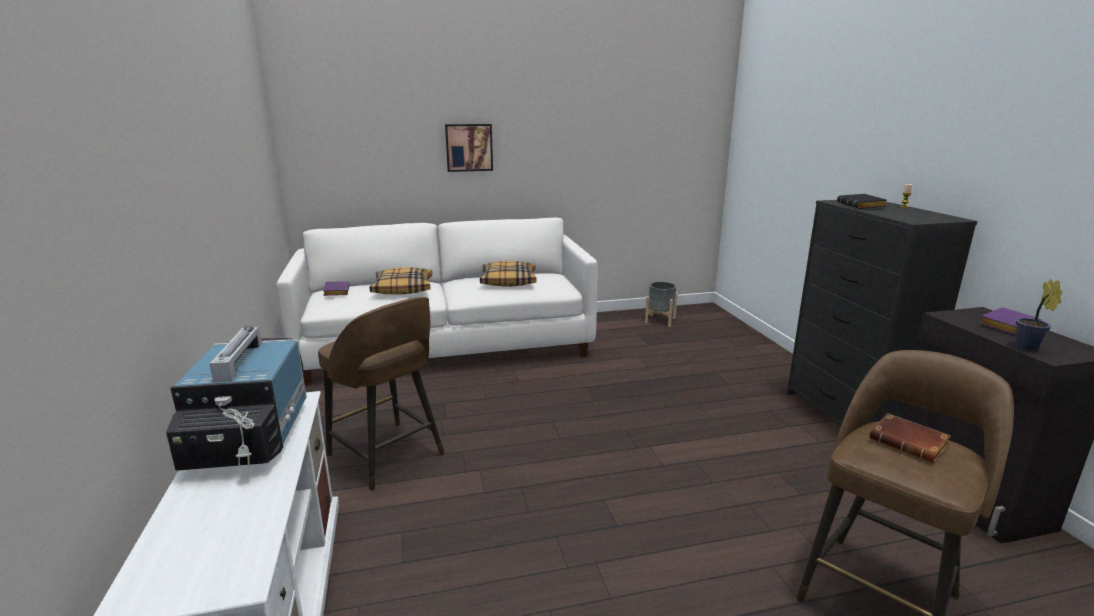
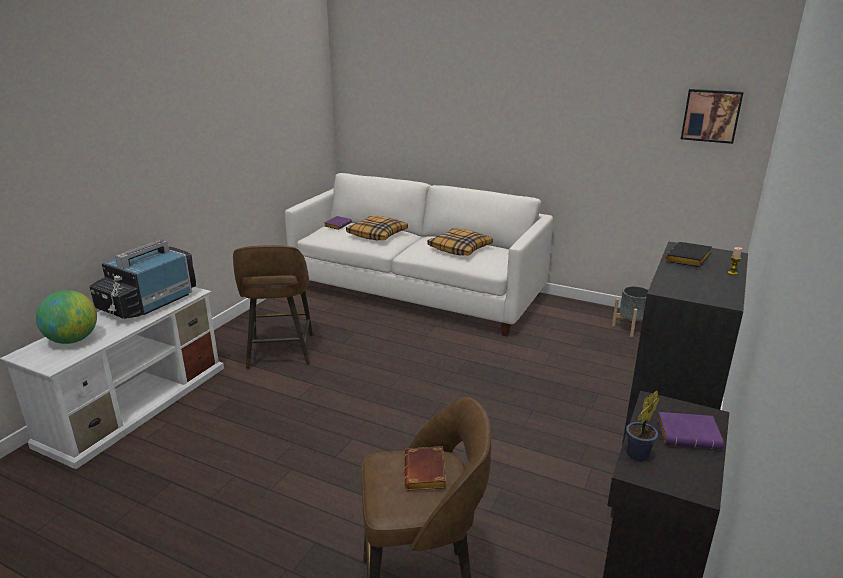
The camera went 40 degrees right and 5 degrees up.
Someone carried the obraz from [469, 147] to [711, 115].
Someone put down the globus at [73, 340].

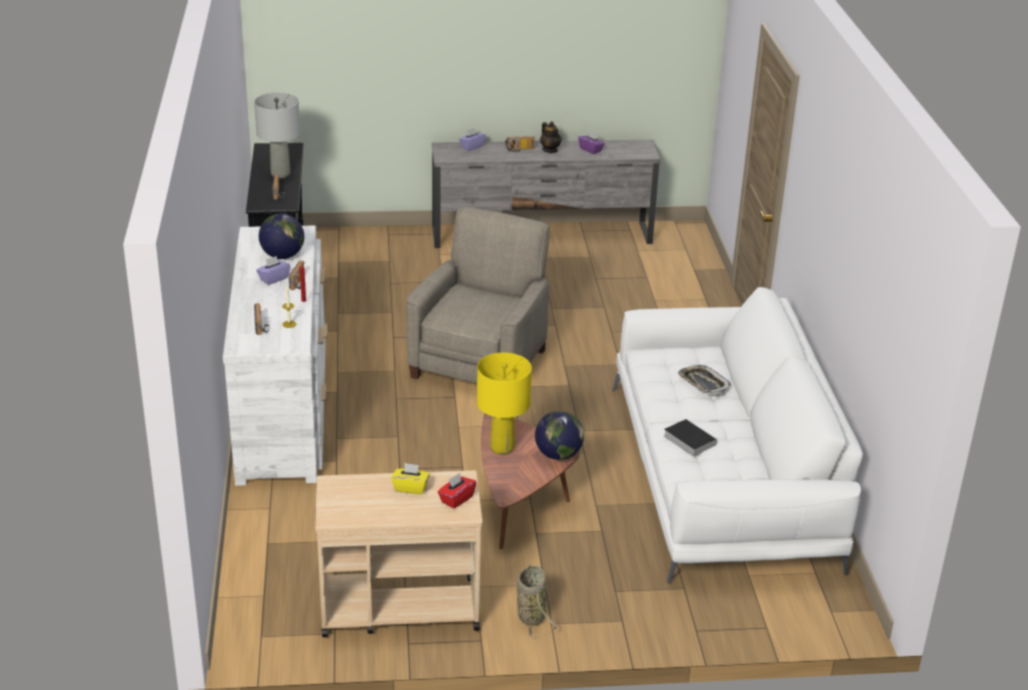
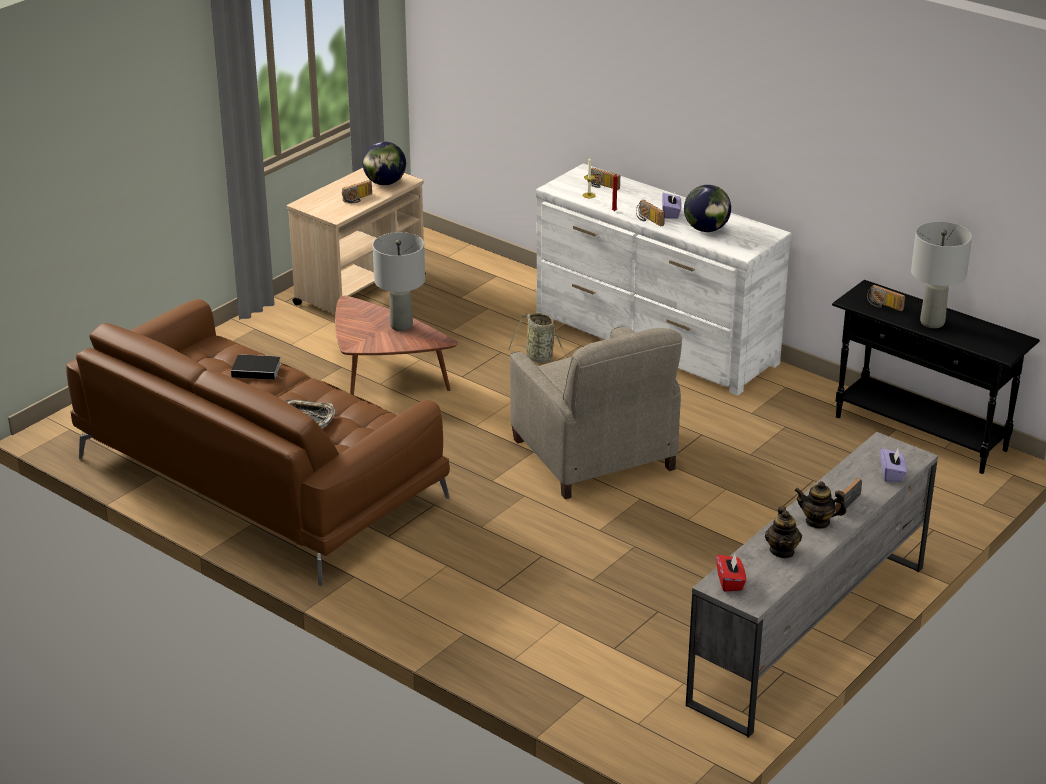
The camera went 135 degrees right and 0 degrees up.
Someone swapped the pudełko chusteczek [żółty] at [410, 488] for the radio at [358, 199].
Someone carried the pudełko chusteczek [czerwony] from [456, 499] to [730, 582].
Someone repainted the lampa stołowa [żółty] at [501, 448], which became the lampa stołowa [szary] at [401, 325].
Someone carried the koszyk from [531, 615] to [541, 358].
Someone carried the globus from [558, 455] to [385, 183].
Someone swapped the pudełko chusteczek [fioletowy] at [591, 150] for the imbryk at [782, 551].
Someone repainted the kanapa [biały] at [721, 477], which became the kanapa [brązowy] at [258, 477].

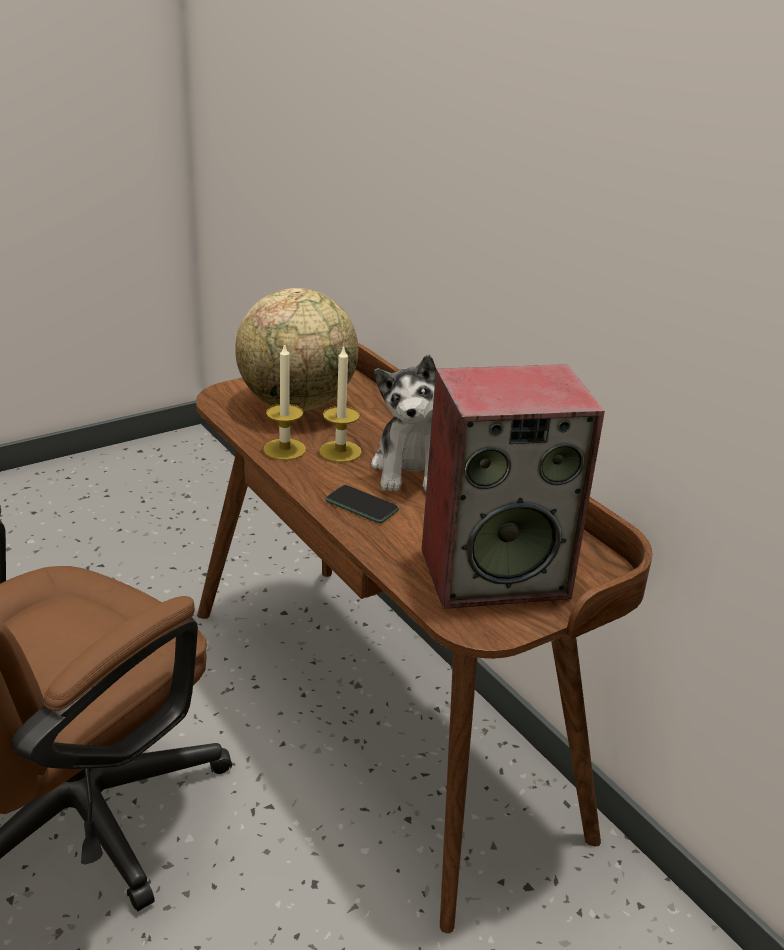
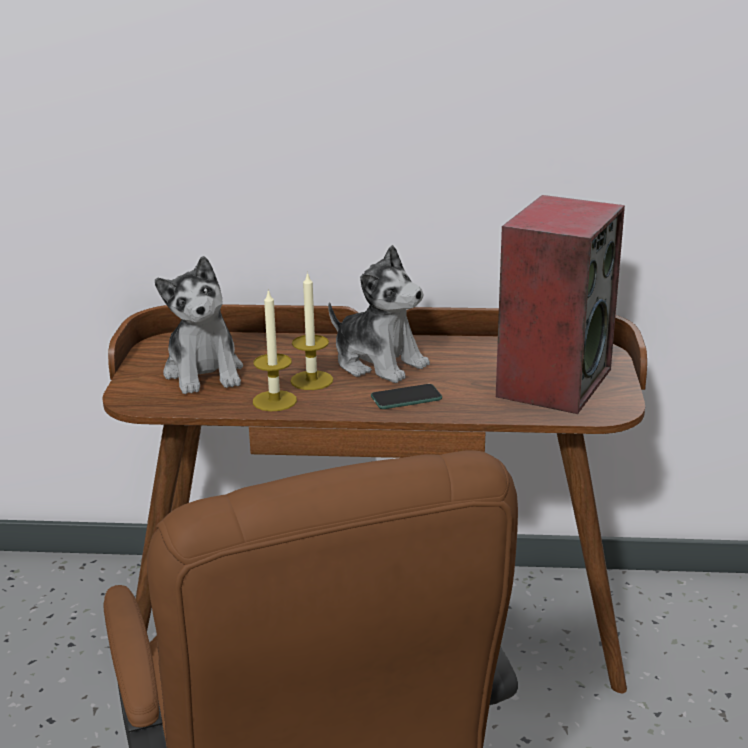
The camera went 50 degrees left and 5 degrees down.
Someone swapped the globus at [297, 404] for the pluszak at [204, 372].

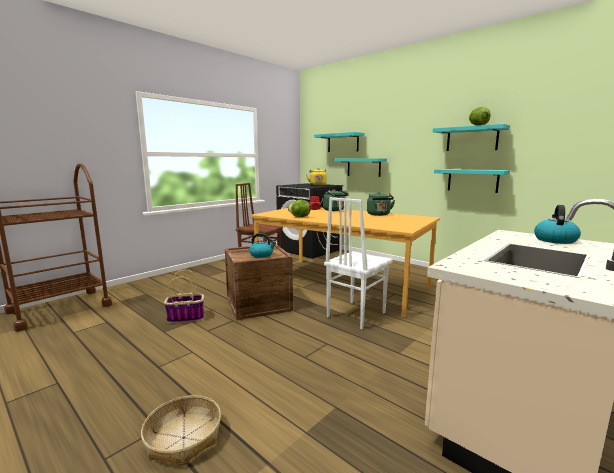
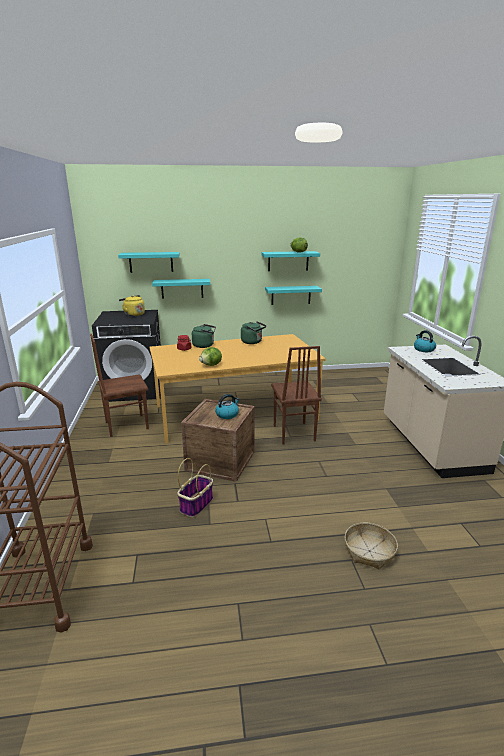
The camera went 50 degrees left and 10 degrees up.
Someone repainted the krzesło [biały] at [355, 314], which became the krzesło [brązowy] at [293, 433].

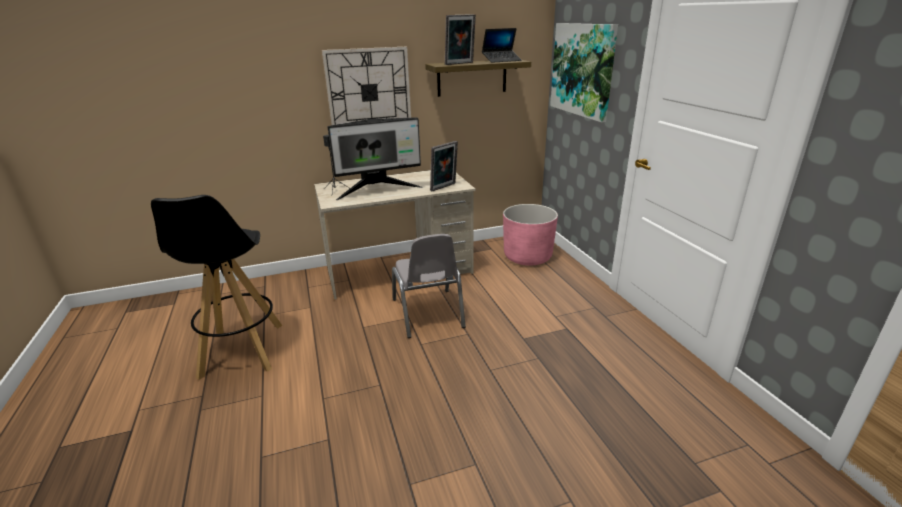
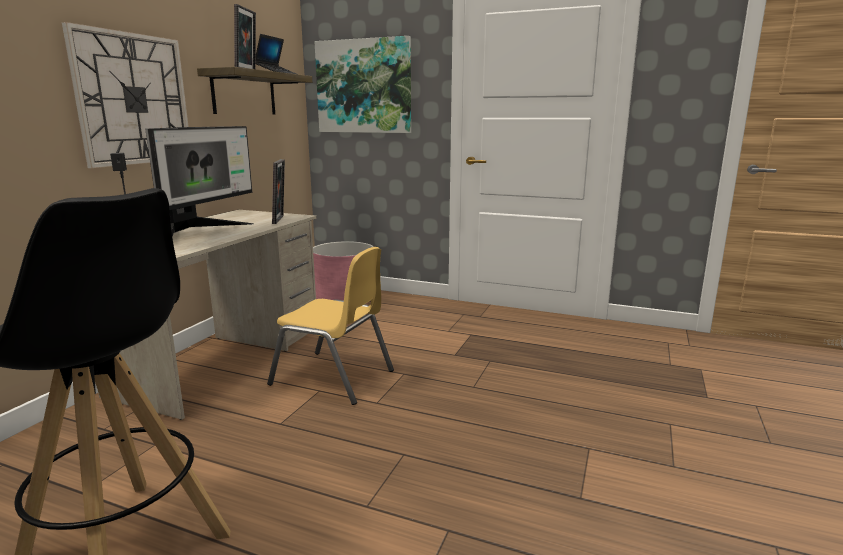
The camera went 50 degrees left and 10 degrees down.
Someone repainted the krzesło [szary] at [428, 313], which became the krzesło [żółty] at [333, 377].

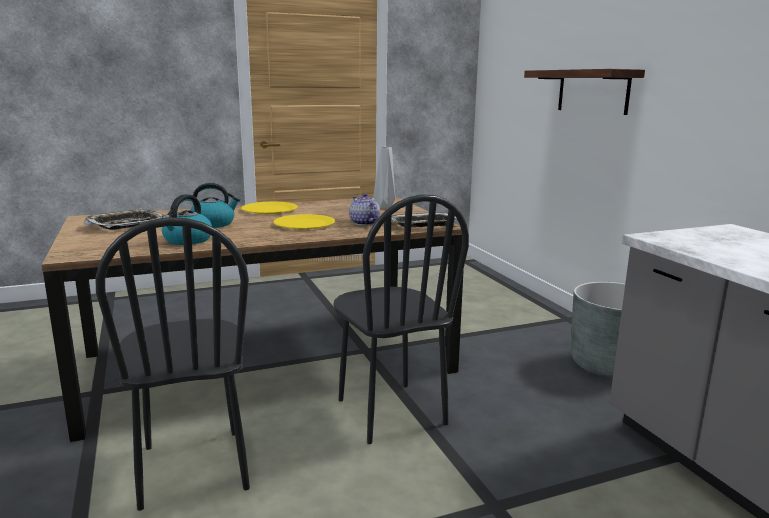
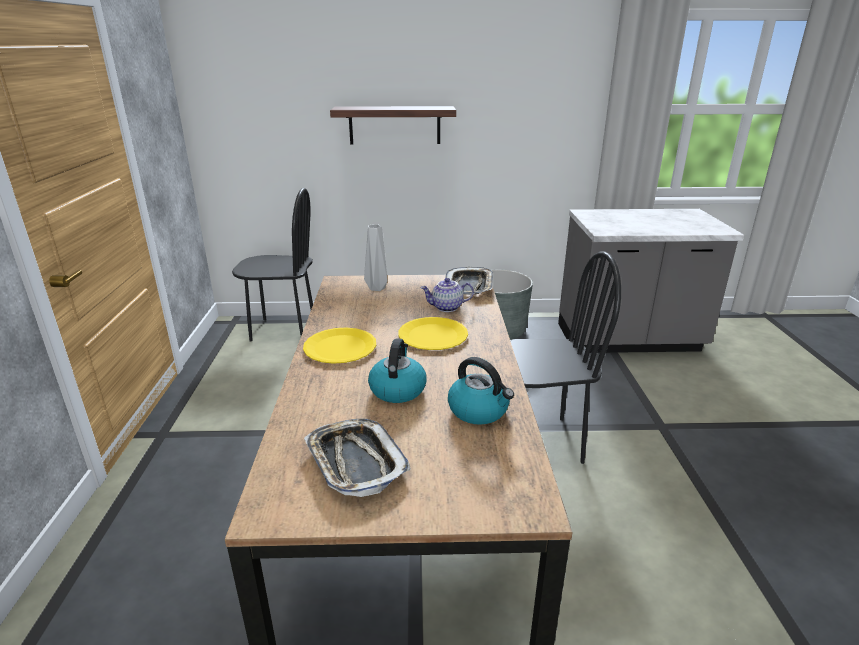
The camera went 70 degrees left and 10 degrees up.
Someone carried the krzesło [czarny] from [193, 467] to [283, 330].

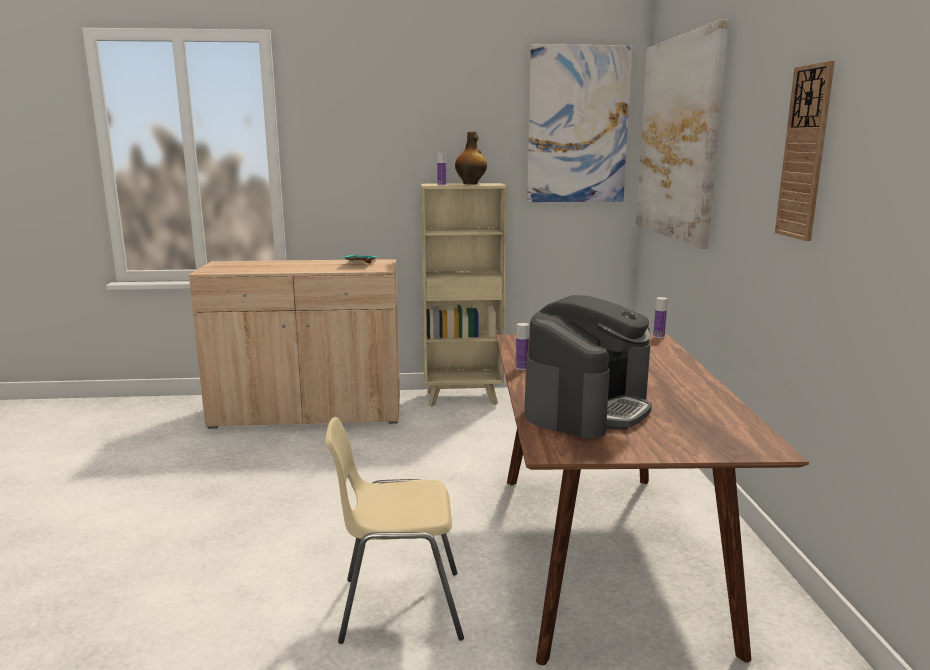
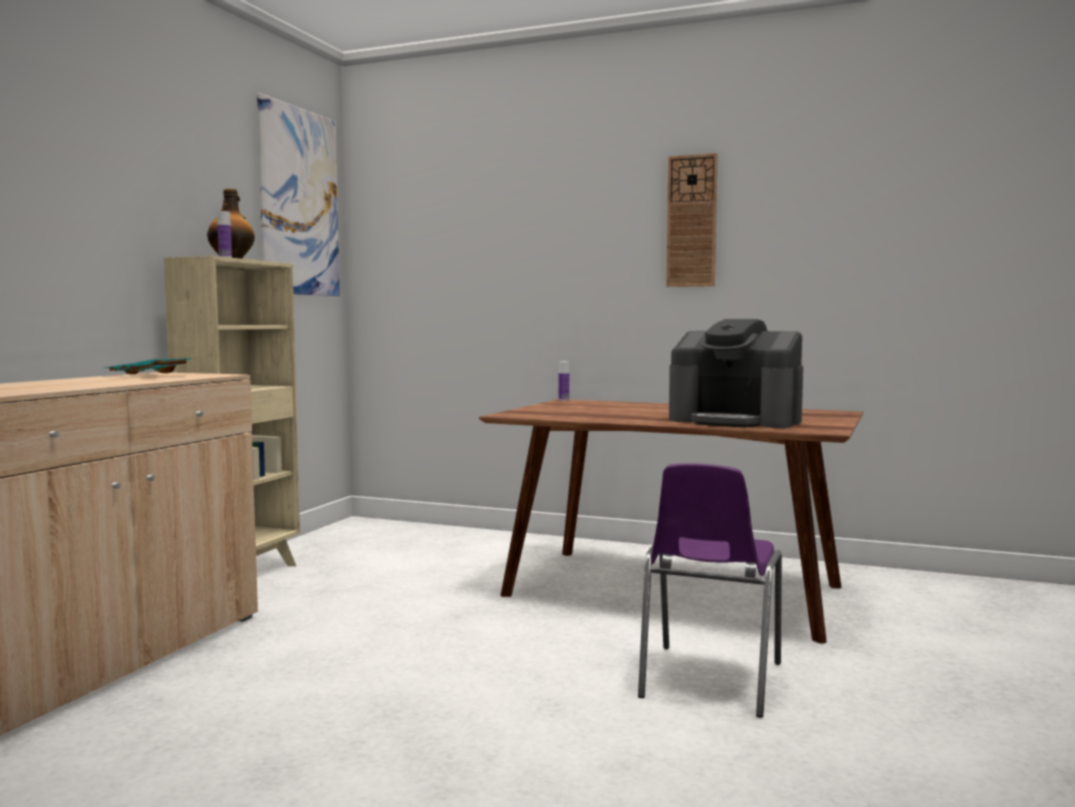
The camera went 65 degrees left and 10 degrees down.
Someone repainted the krzesło [beżowy] at [398, 606], which became the krzesło [fioletowy] at [708, 681].
Someone took away the butelka at [521, 368].
Someone rotated the ekspres do kawy at [587, 408] by 150 degrees clockwise.
Someone took away the obraz at [678, 139].

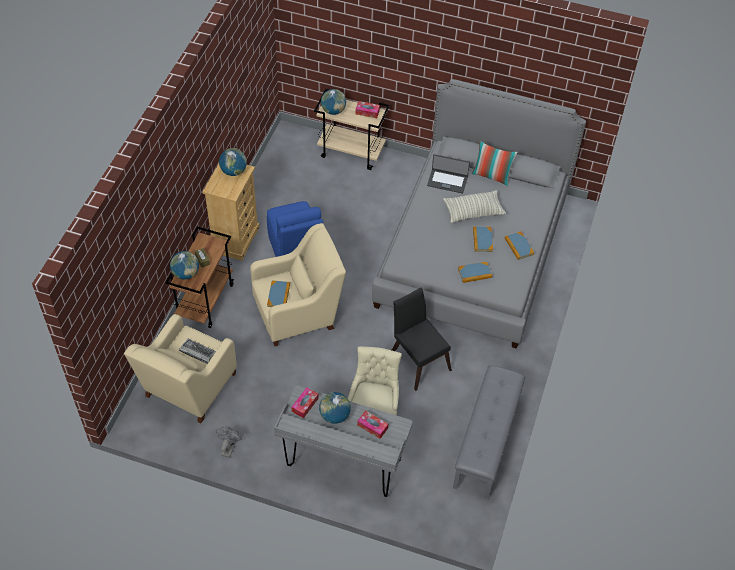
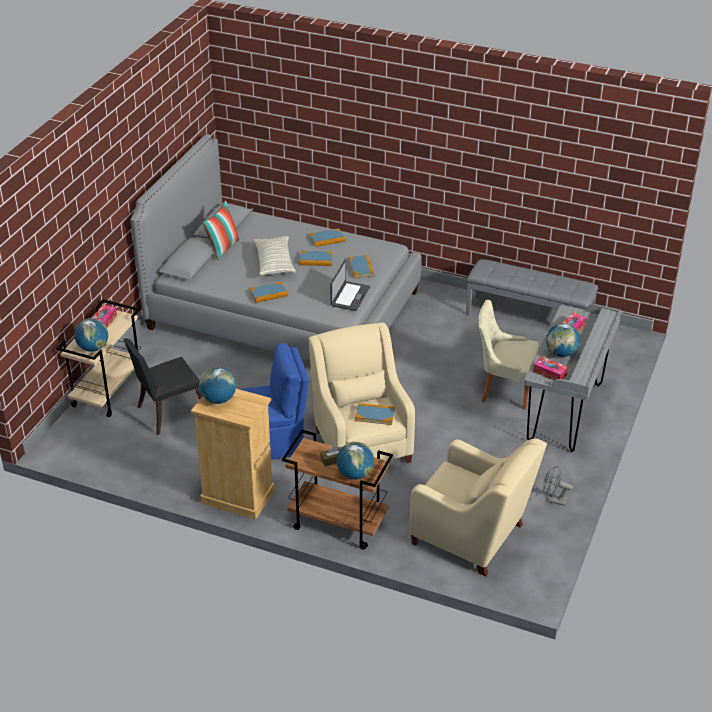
The camera went 85 degrees left and 15 degrees down.
Someone took away the klawiatura at [197, 352].
Someone carried the krzesło [czarny] from [417, 359] to [168, 413].
Someone carried the laptop from [447, 181] to [349, 296].
Someone put down the książka at [268, 294].

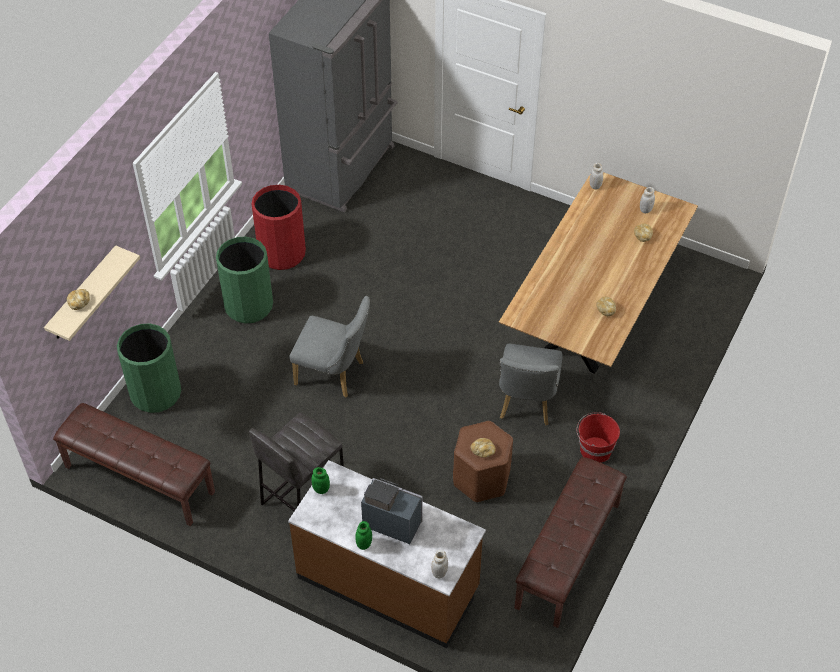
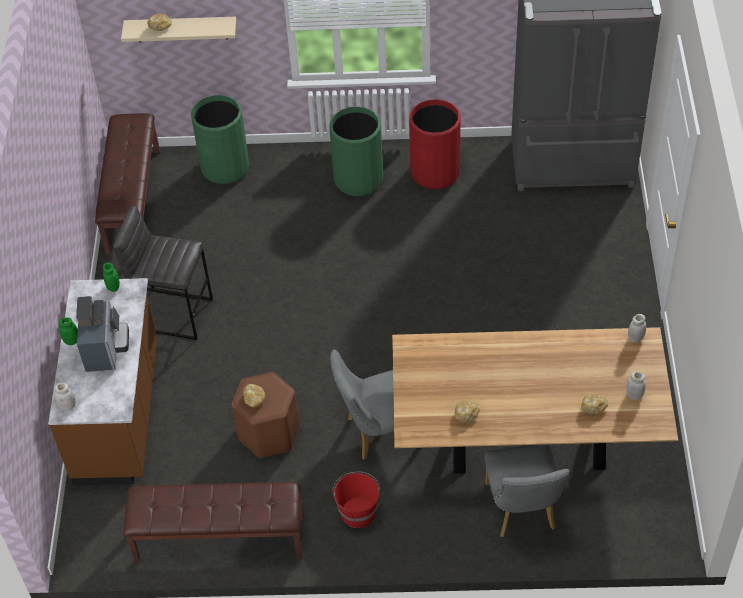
The camera went 65 degrees right and 0 degrees up.
Someone carried the krzesło [szary] from [334, 374] to [522, 511].

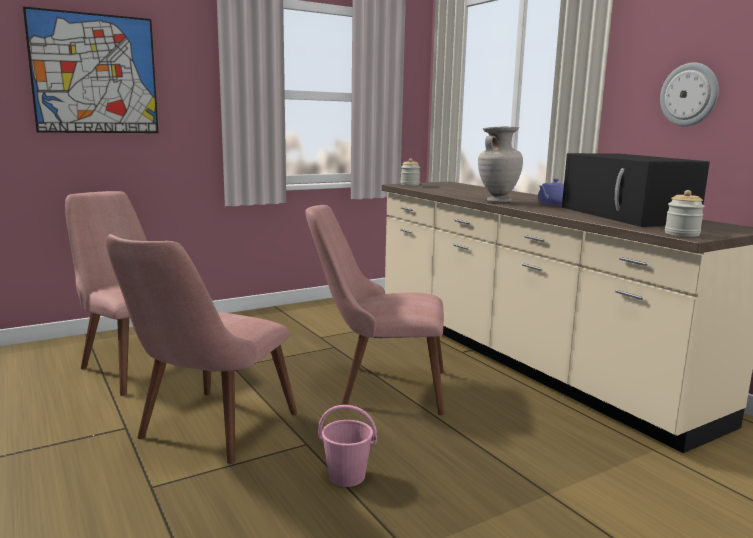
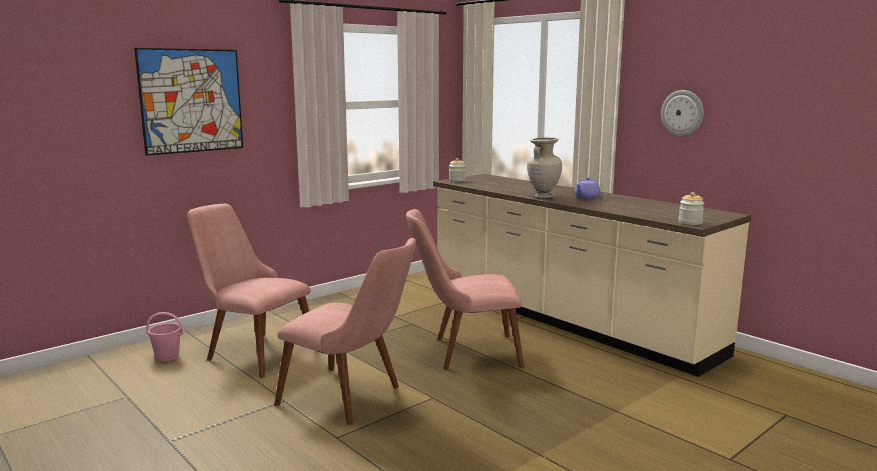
The camera went 10 degrees left and 0 degrees up.
Someone rotated the krzesło [różowy] at [207, 433] by 75 degrees counterclockwise.
Someone carried the wiadro [różowy] from [347, 476] to [167, 357].
Someone took away the mikrofalówka [czarny] at [627, 215].

